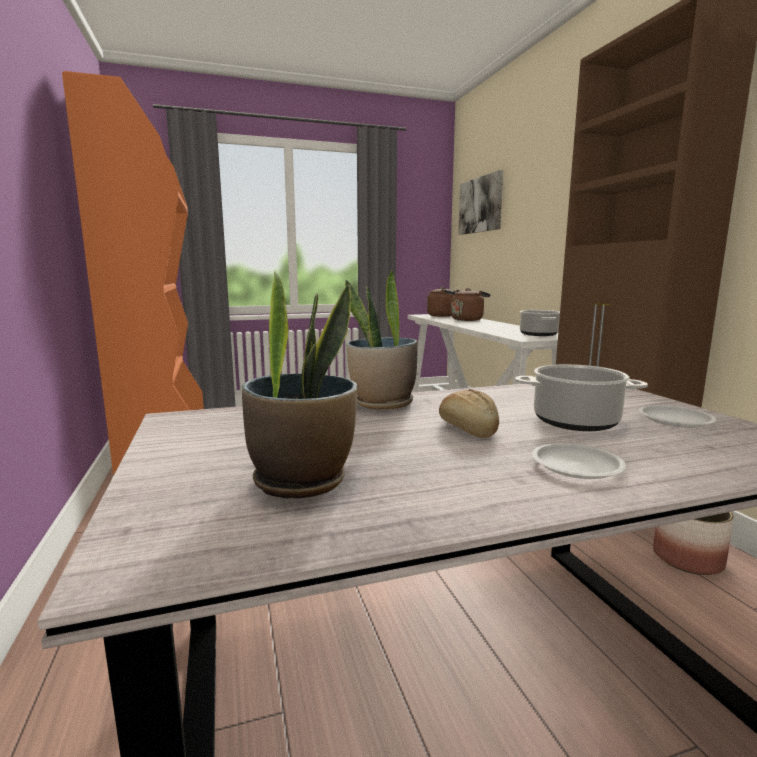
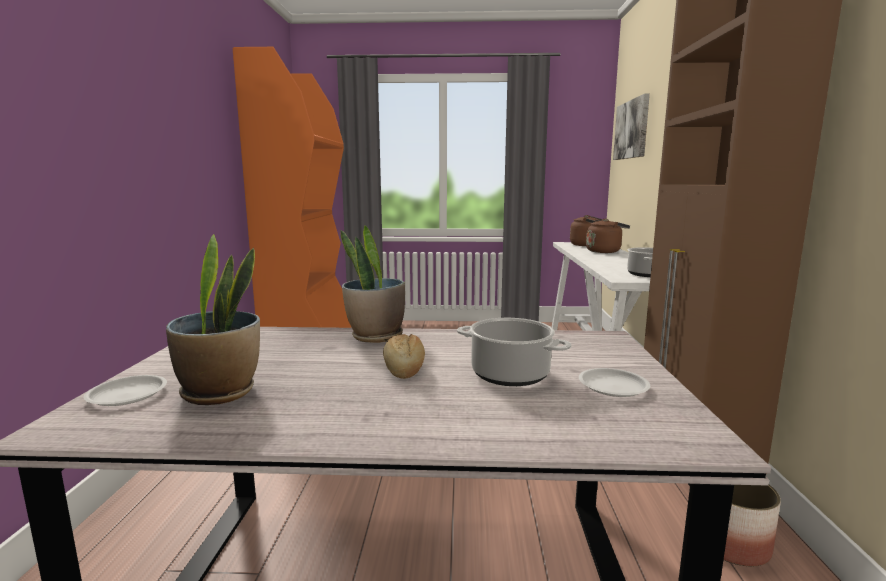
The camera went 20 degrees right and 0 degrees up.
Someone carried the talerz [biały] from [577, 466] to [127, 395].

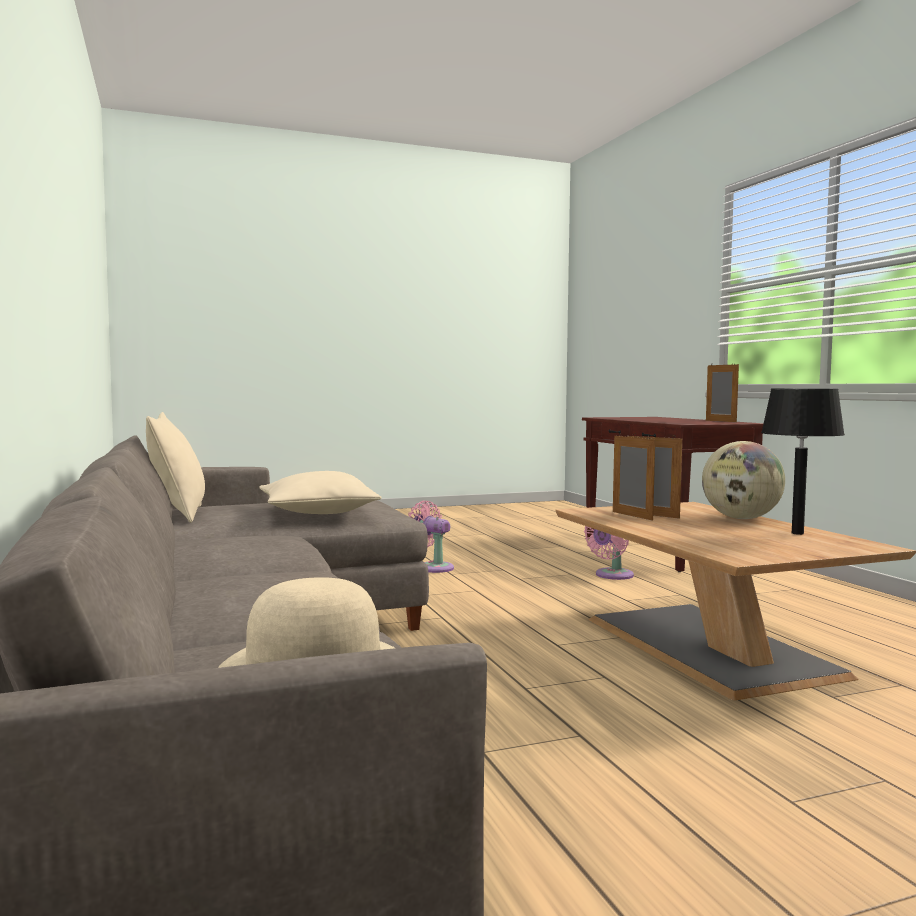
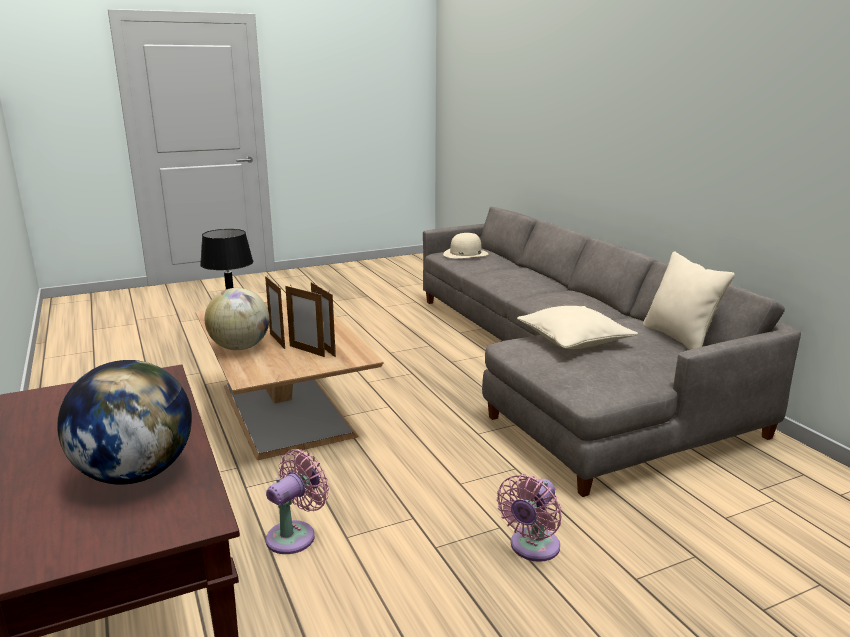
The camera went 175 degrees right and 15 degrees up.
Someone rotated the wentylator [różowy] at [432, 567] by 90 degrees clockwise.
Someone carried the ramka na zdjęcie from [720, 421] to [277, 341].
Someone put down the globus at [135, 474].

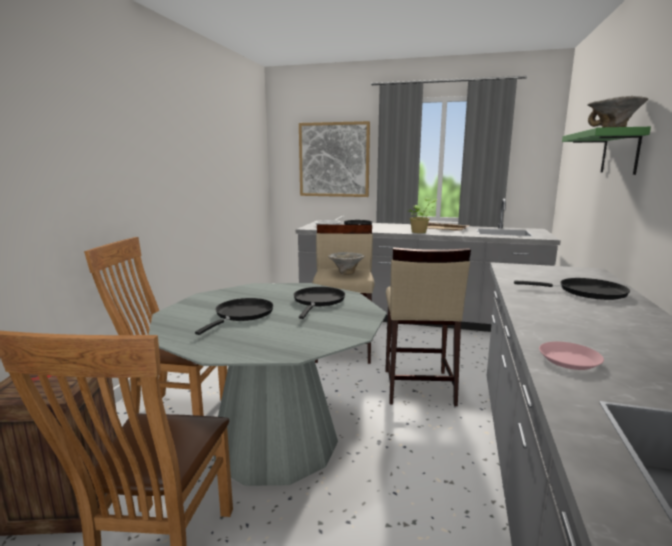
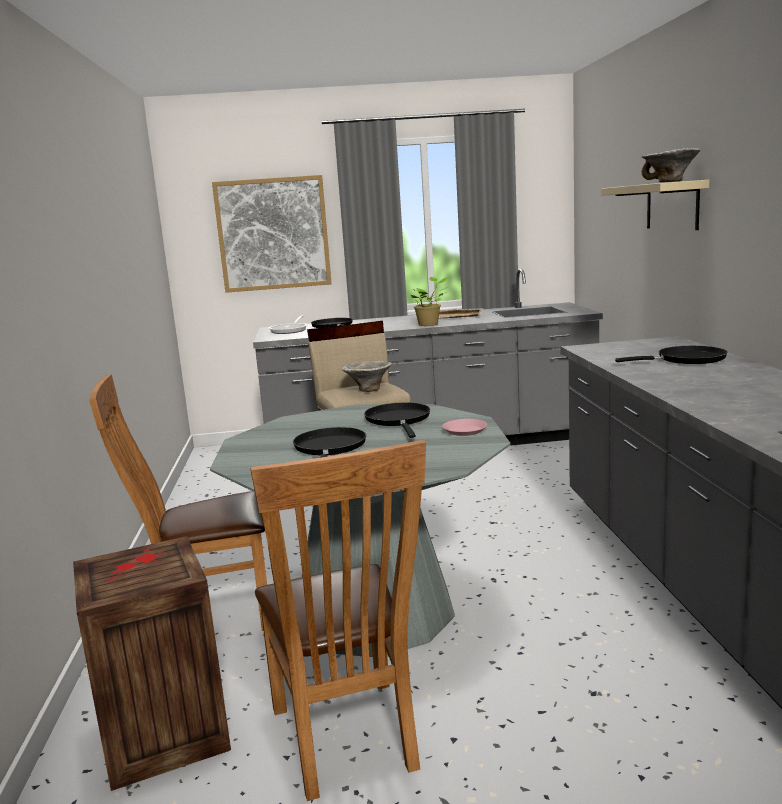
The camera went 20 degrees left and 0 degrees up.
Someone took away the stołek [beżowy] at [417, 387].
Someone carried the talerz [różowy] from [569, 360] to [464, 430].
Someone repainted the półka [zielony] at [620, 152], which became the półka [beżowy] at [672, 206].

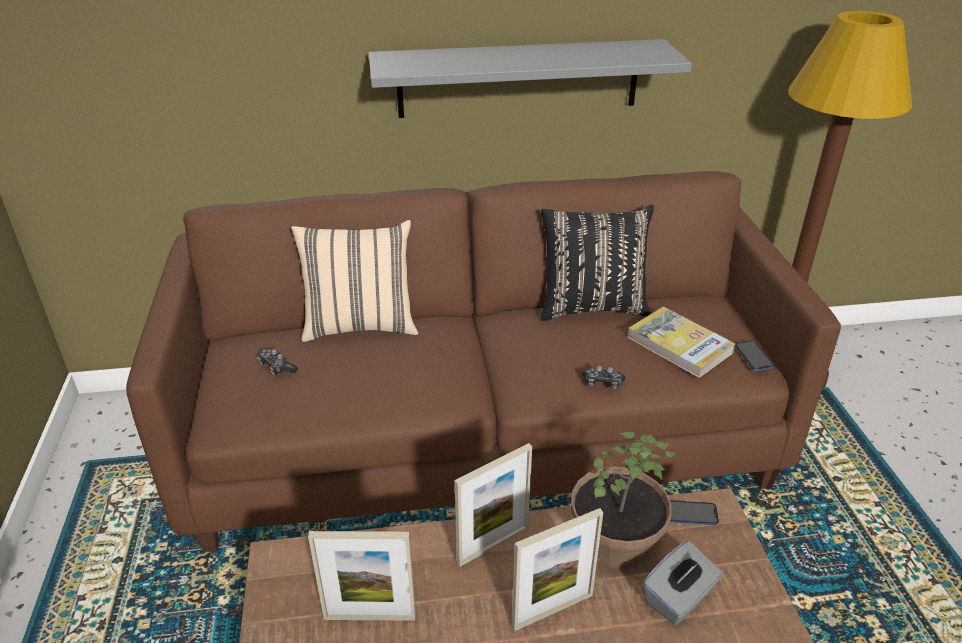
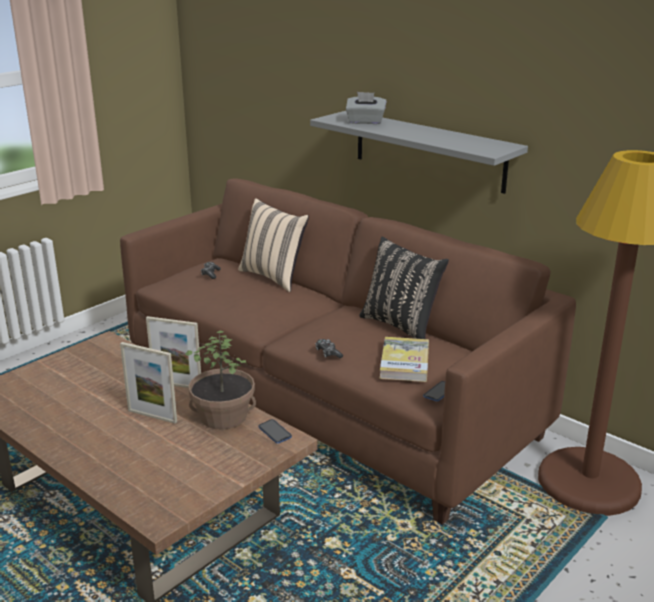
The camera went 50 degrees right and 10 degrees down.
Someone took away the ramka na zdjęcie at [369, 617].
Someone carried the pudełko chusteczek [szary] from [678, 598] to [365, 122].

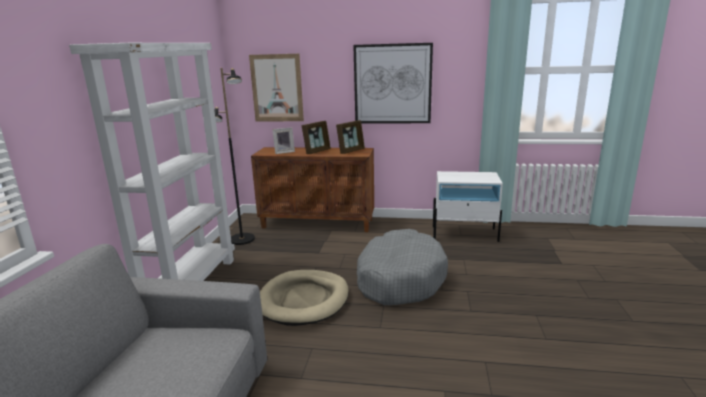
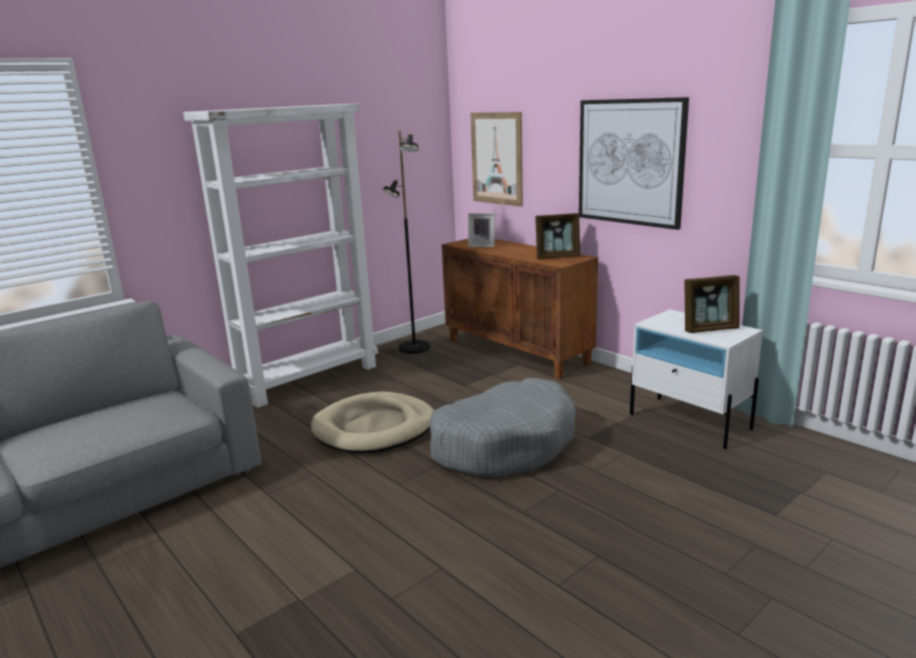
The camera went 40 degrees right and 0 degrees up.
Someone carried the ramka na zdjęcie from [317, 151] to [710, 329].

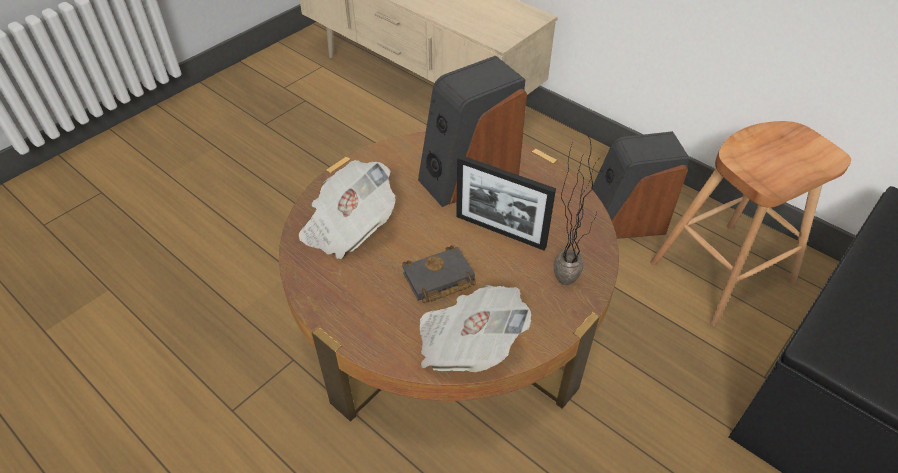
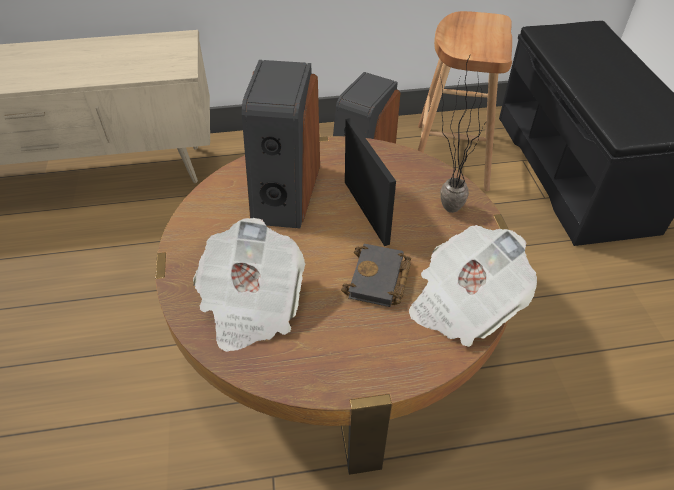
The camera went 50 degrees left and 0 degrees up.
Someone rotated the ramka na zdjęcie at [500, 231] by 90 degrees counterclockwise.

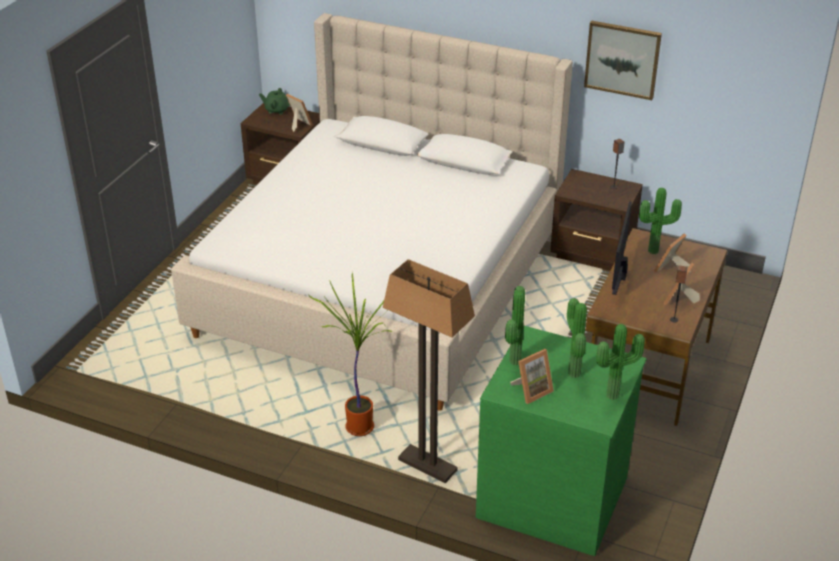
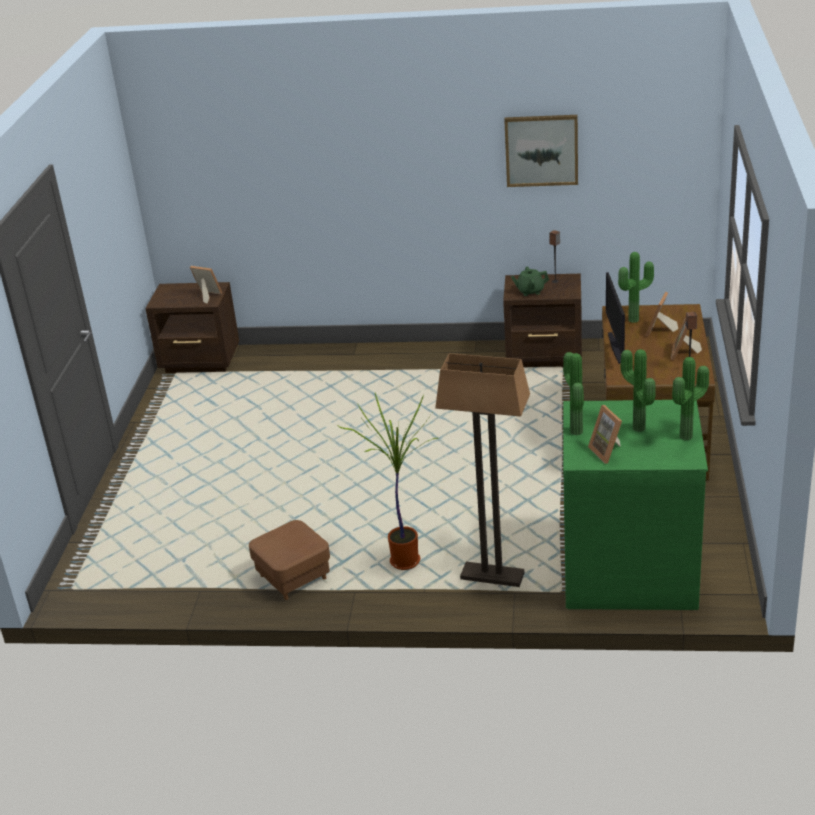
The camera went 15 degrees left and 5 degrees down.
Someone took away the łóżko [beżowy] at [383, 282].
Someone carried the imbryk [zielony] from [277, 110] to [530, 291].
Someone rotated the ramka na zdjęcie at [531, 390] by 120 degrees clockwise.
Someone put down the pufa [brązowy] at [293, 577].

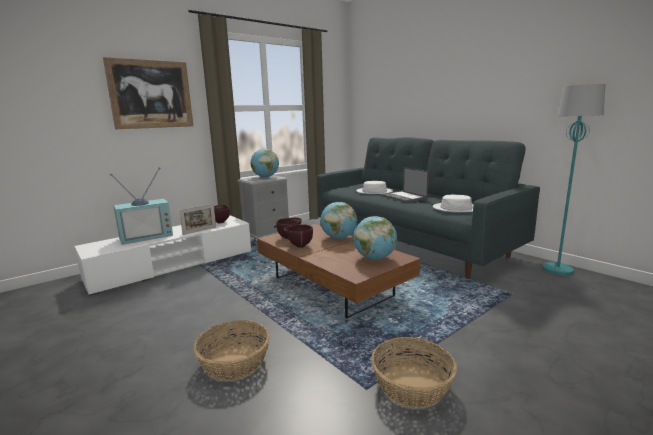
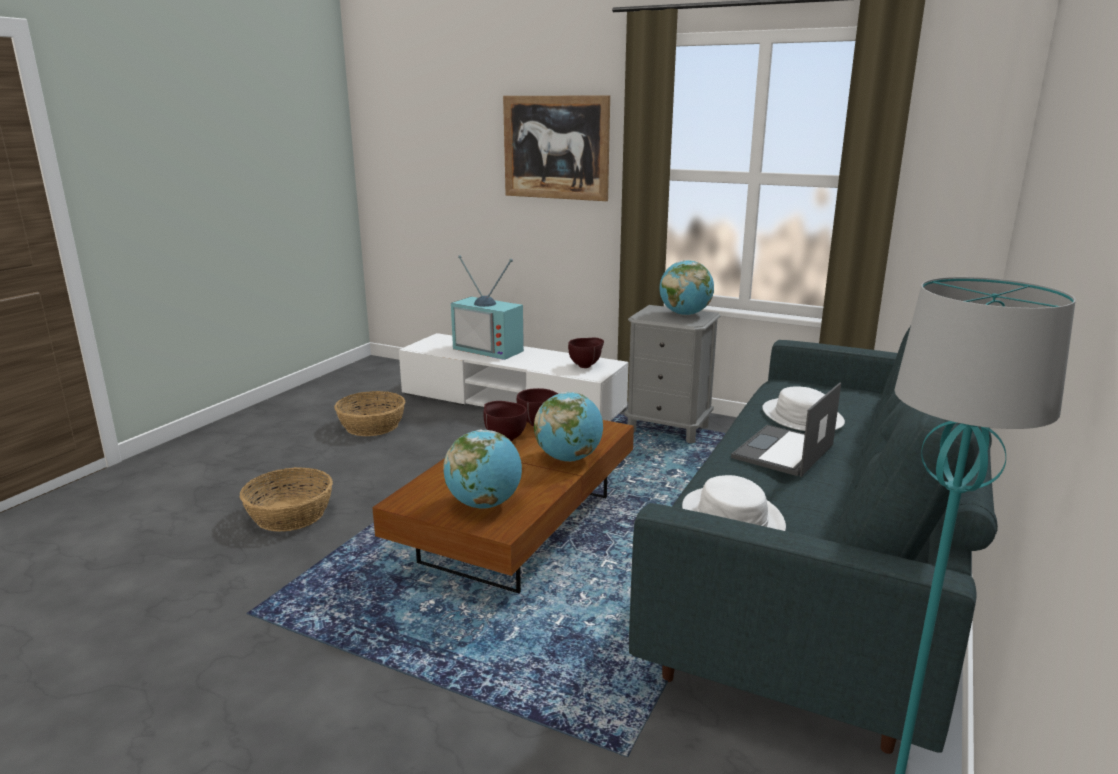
The camera went 65 degrees right and 5 degrees up.
Someone took away the ramka na zdjęcie at [199, 231].
Someone carried the koszyk from [411, 386] to [371, 426].

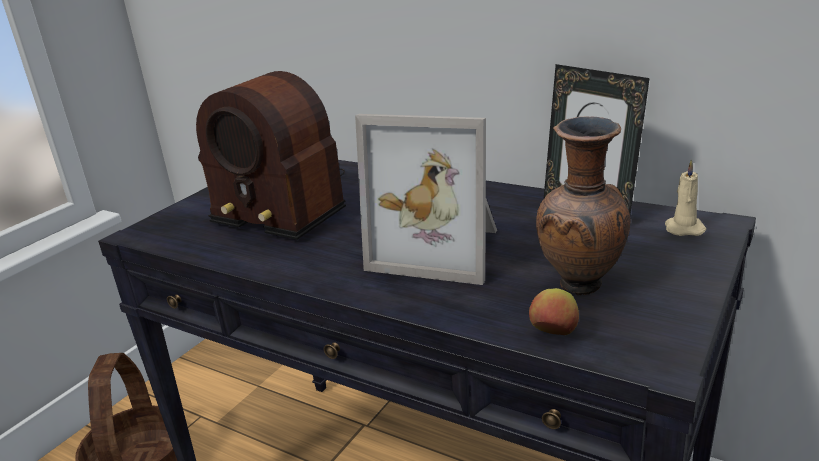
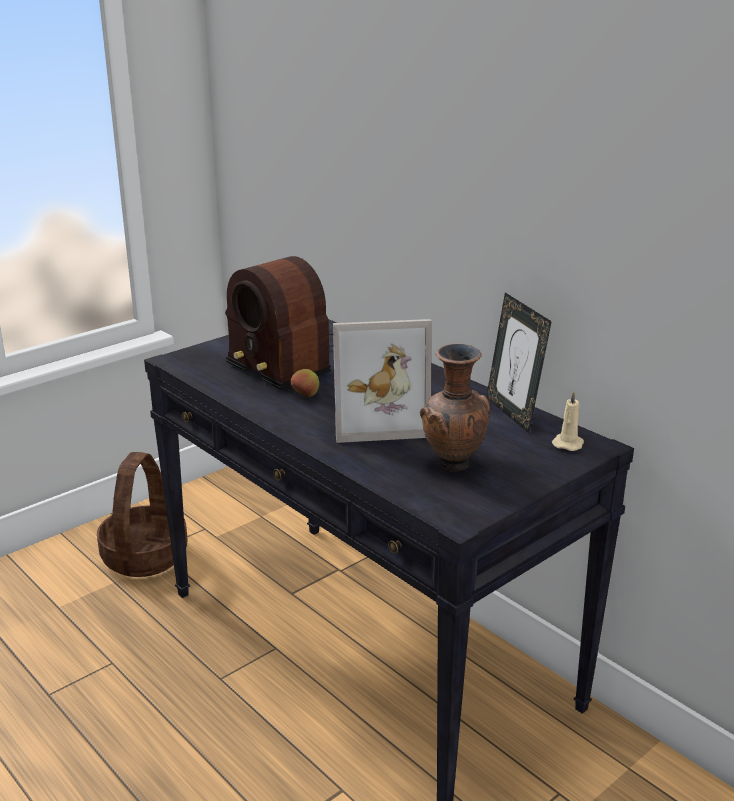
The camera went 15 degrees right and 0 degrees up.
Someone rotated the ramka na zdjęcie at [440, 249] by 45 degrees counterclockwise.
Someone carried the jabłko from [554, 334] to [305, 396].

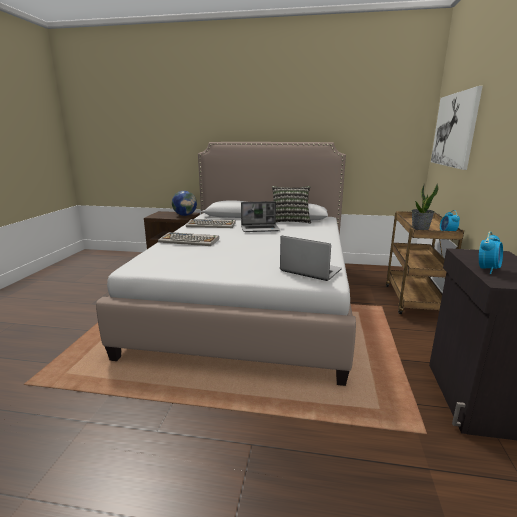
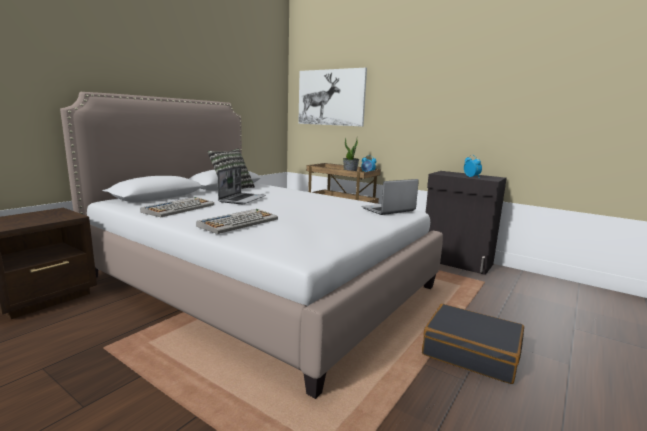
The camera went 65 degrees left and 5 degrees down.
Someone took away the globus at [185, 215].
Someone put down the walizka [czarny] at [471, 353].

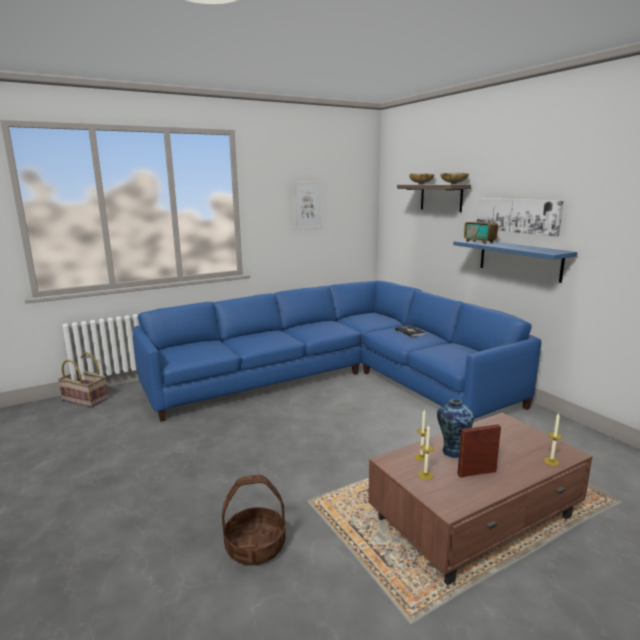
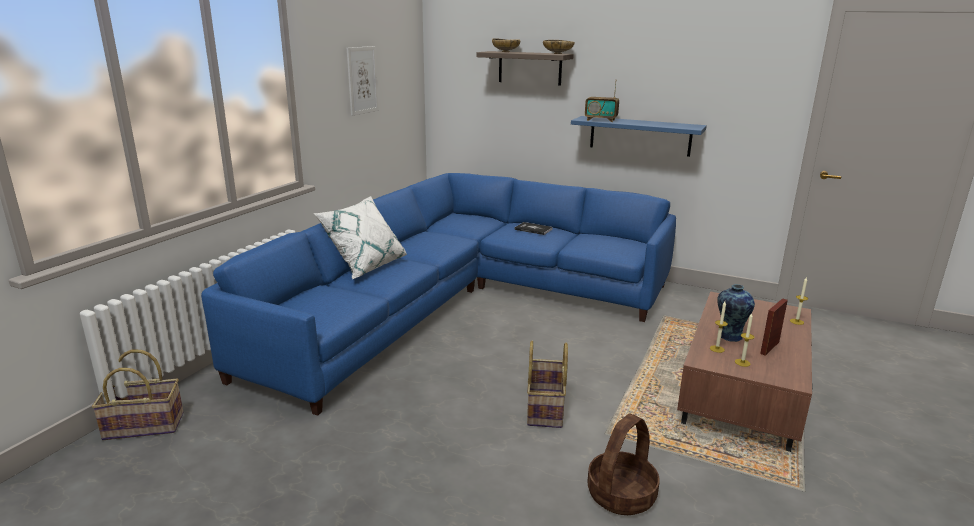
The camera went 35 degrees left and 5 degrees up.
Someone took away the obraz at [517, 215].
Someone put down the poduszka [biały] at [366, 266].
Someone put down the koszyk at [546, 408].

